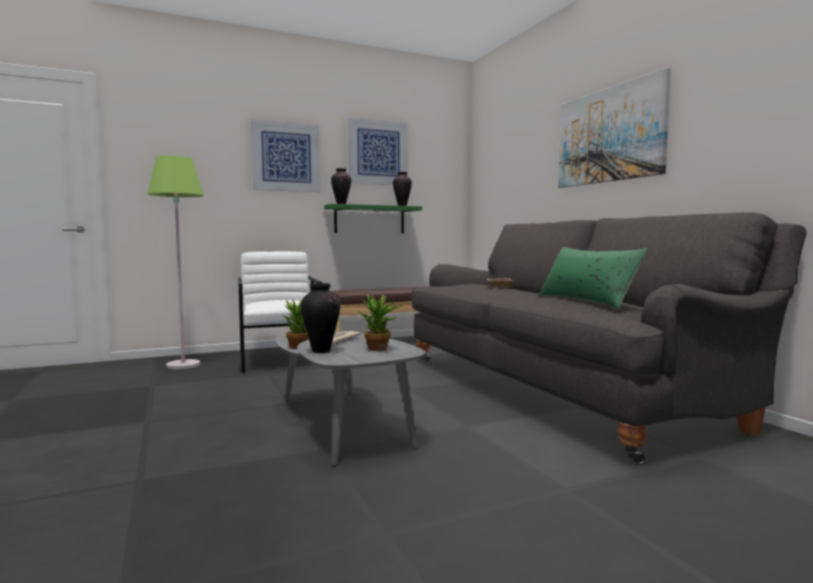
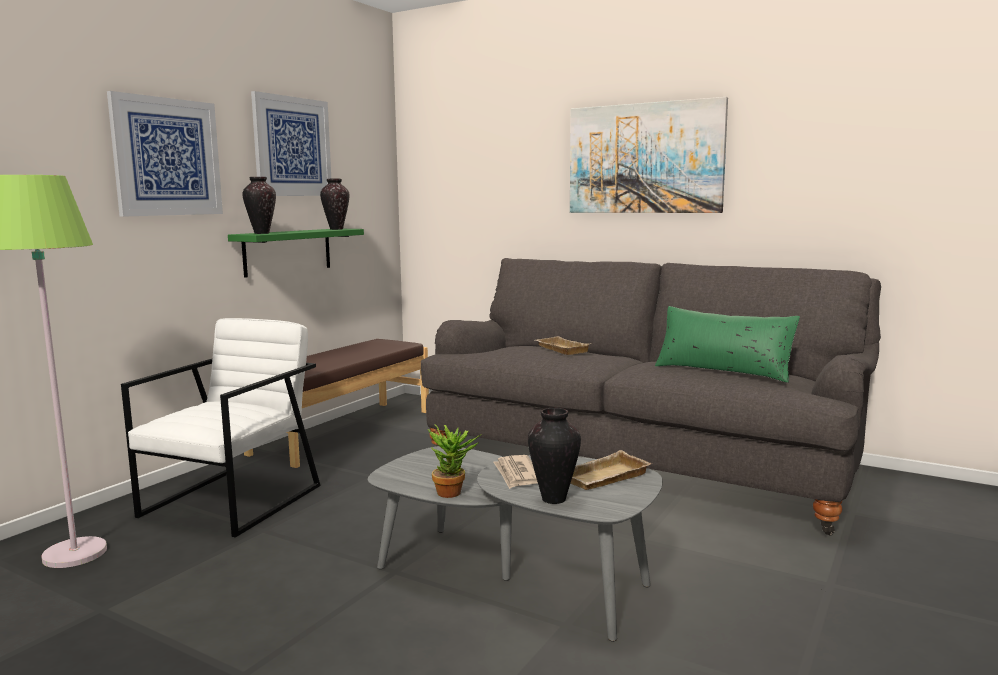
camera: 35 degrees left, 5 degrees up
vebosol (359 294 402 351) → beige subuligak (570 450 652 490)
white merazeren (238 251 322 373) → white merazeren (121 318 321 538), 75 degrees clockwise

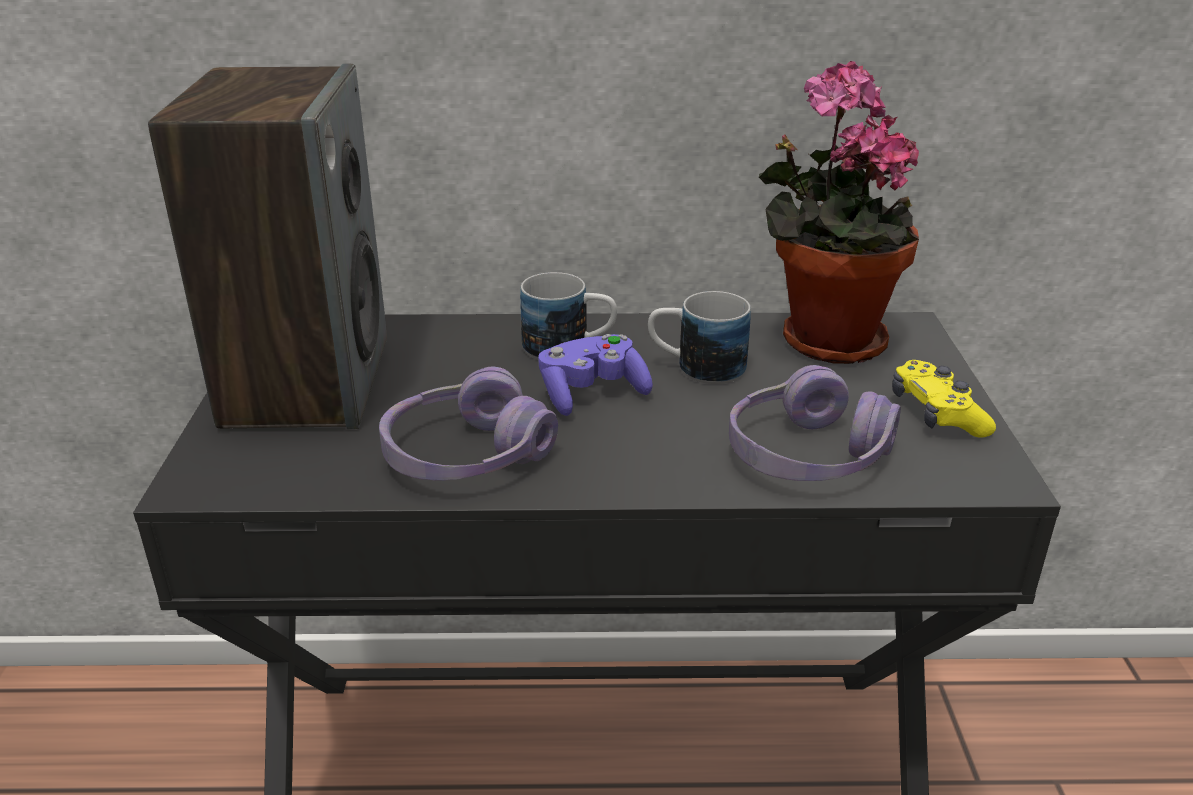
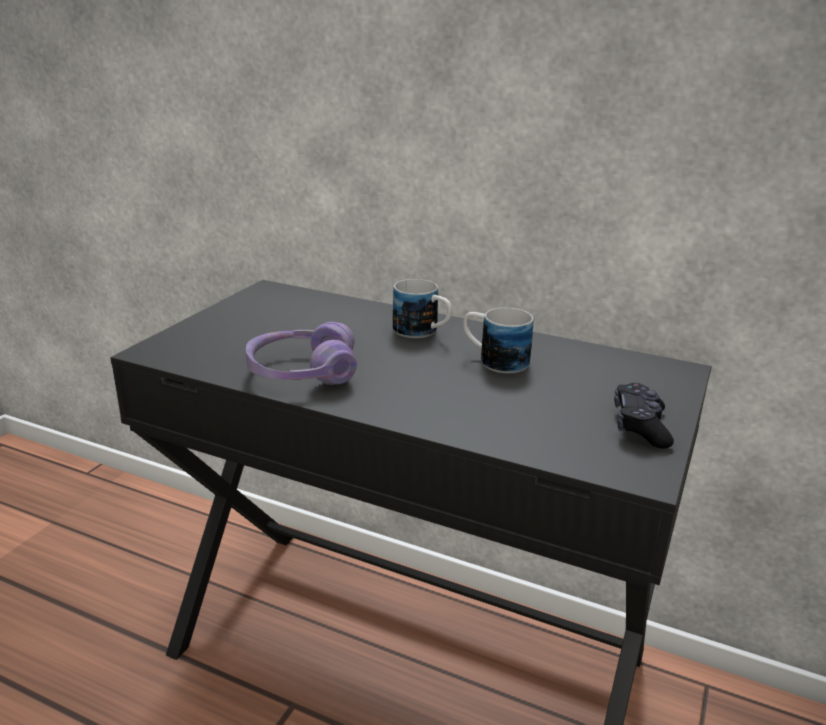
camera: 25 degrees right, 5 degrees down
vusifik (148 64 387 430) → -
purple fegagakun (538 334 653 416) → -
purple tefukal (729 365 901 481) → -
vebosol (759 61 919 364) → -
yellow fegagakun (892 360 996 438) → black fegagakun (614 383 674 449)

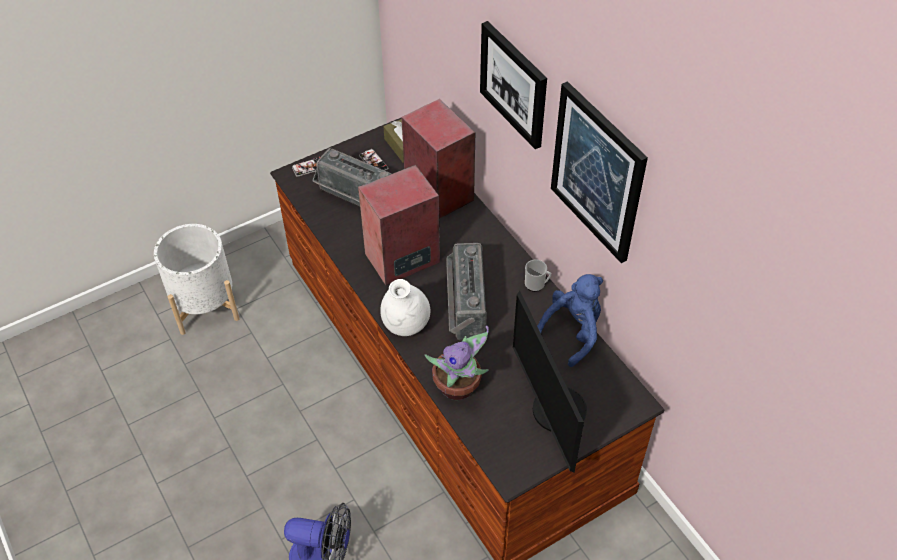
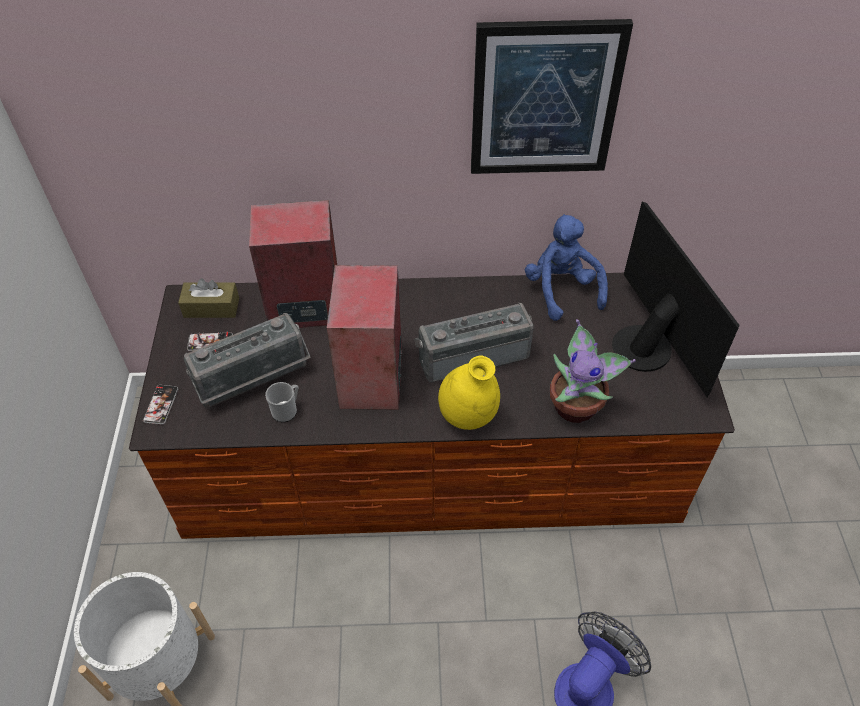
camera: 60 degrees left, 0 degrees up
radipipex (480 21 547 149) → -
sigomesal (525 260 552 292) → sigomesal (265 382 298 422), move
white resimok (380 279 430 336) → yellow resimok (438 355 500 430)
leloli (446 243 487 340) → leloli (414 303 534 383), 135 degrees clockwise
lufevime (513 291 587 473) → lufevime (612 201 740 397), 120 degrees counterclockwise

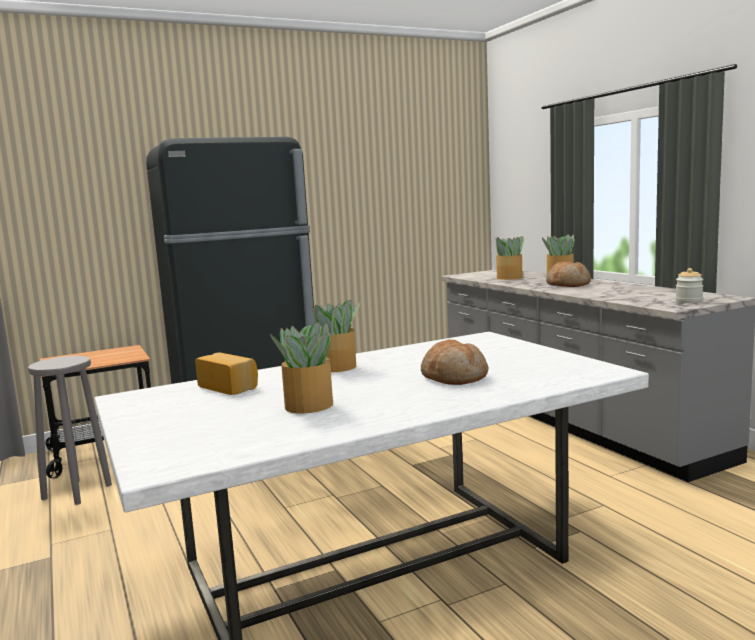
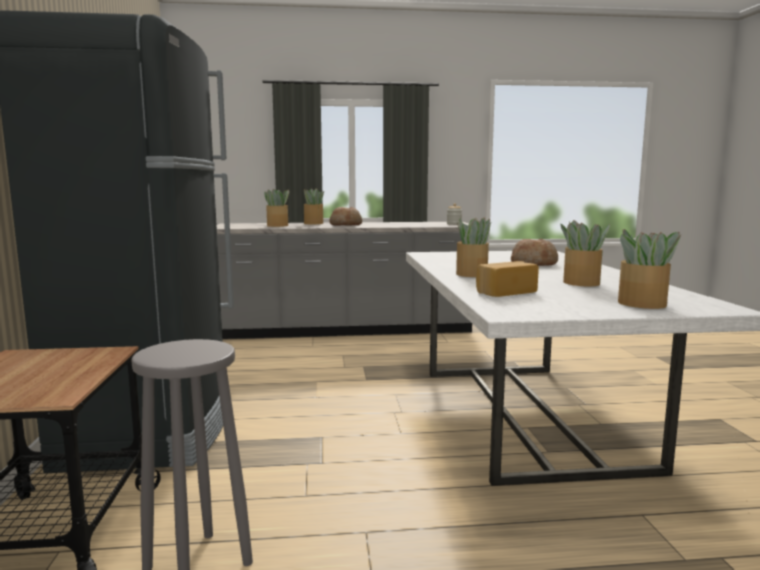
camera: 70 degrees left, 0 degrees up
- → vebosol (618 229 682 309)

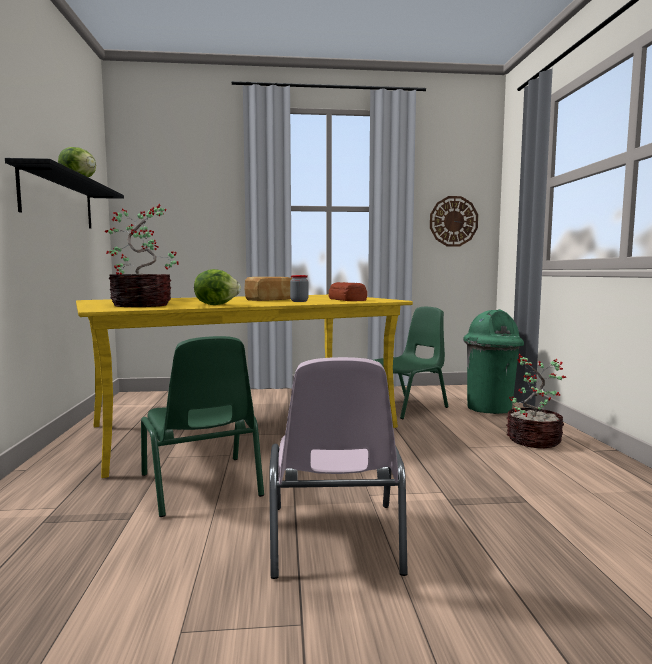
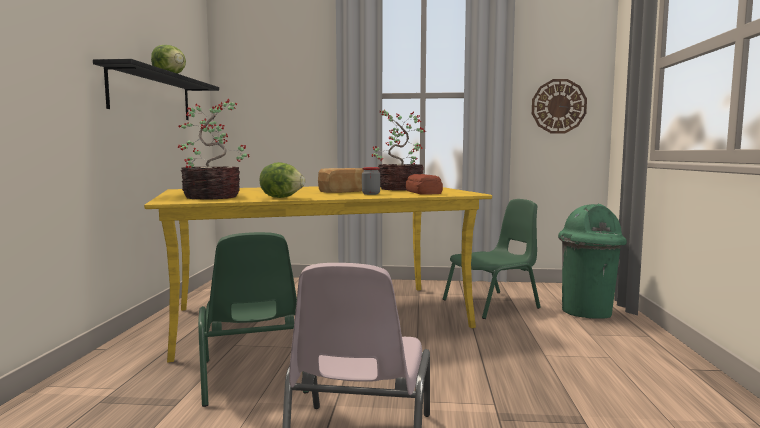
camera: 10 degrees right, 0 degrees up
vebosol (506 354 566 448) → vebosol (372 110 425 191), move

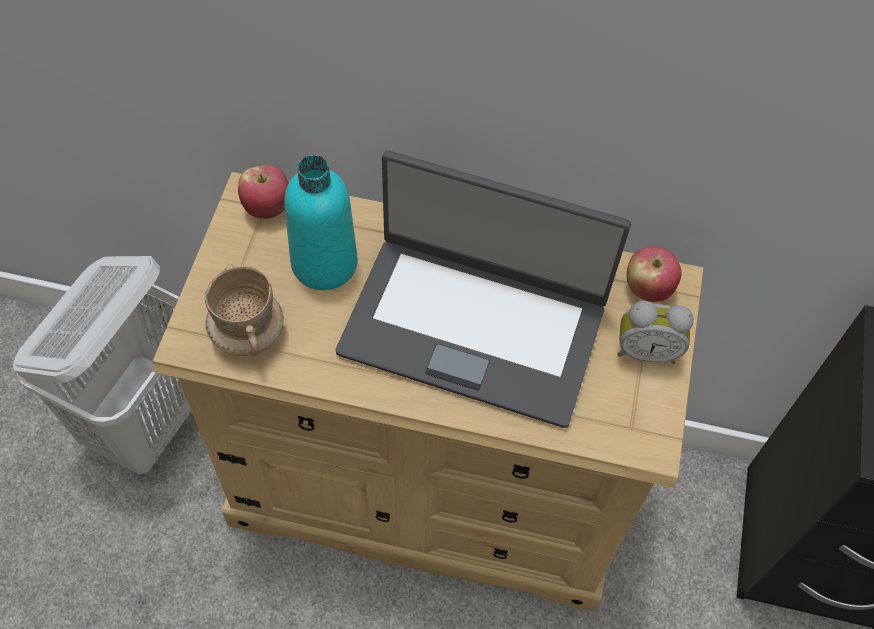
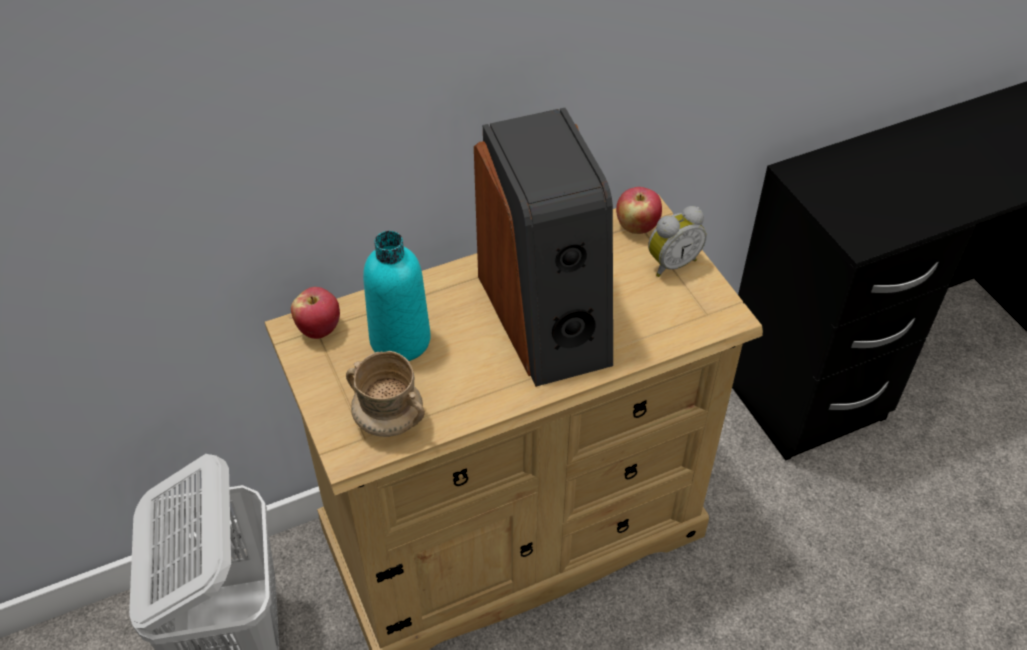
camera: 35 degrees left, 10 degrees down
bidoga (336 151 631 428) → vusifik (474 108 613 387)

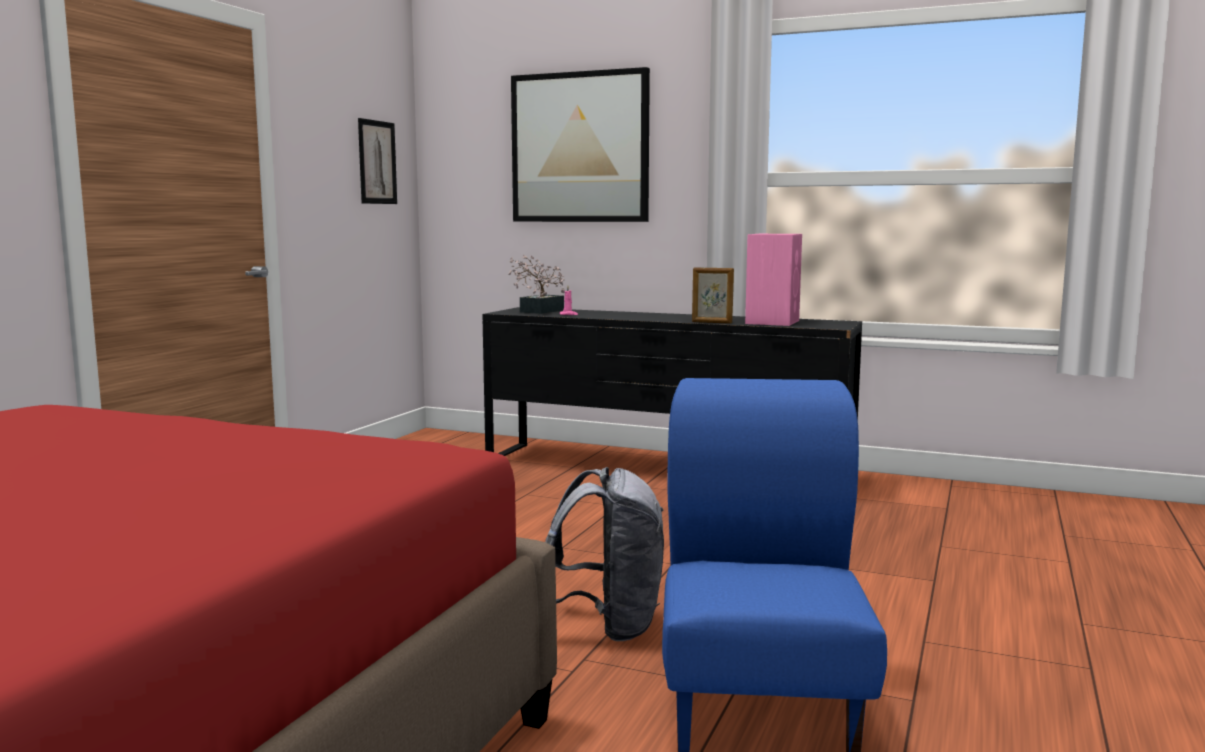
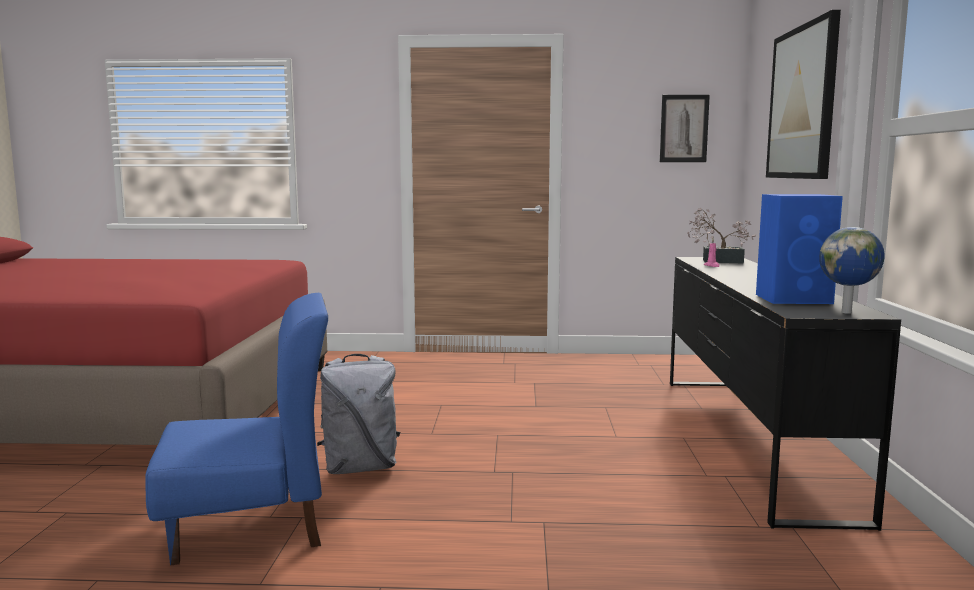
camera: 70 degrees right, 0 degrees up
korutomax (692 267 734 324) → -
- → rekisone (819 227 885 314)
pink vusifik (745 234 802 326) → blue vusifik (756 194 843 304)

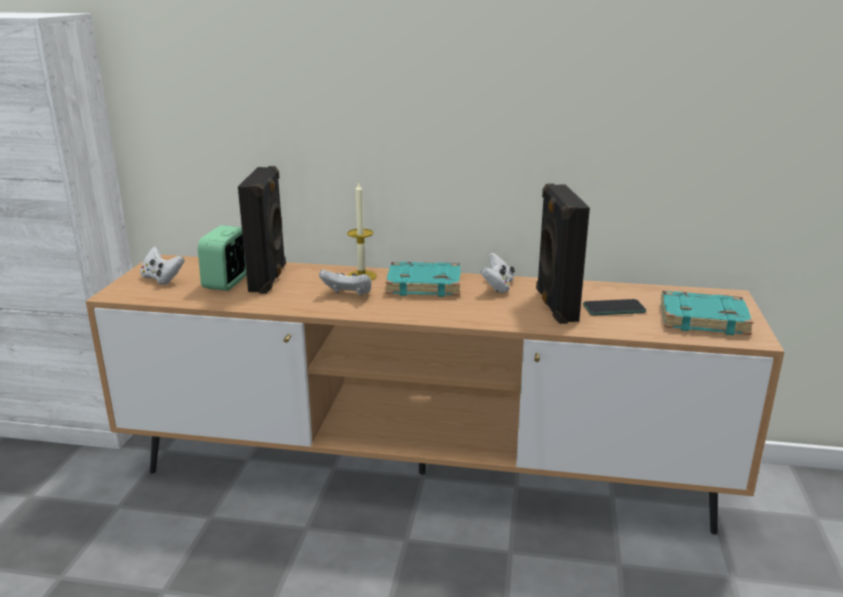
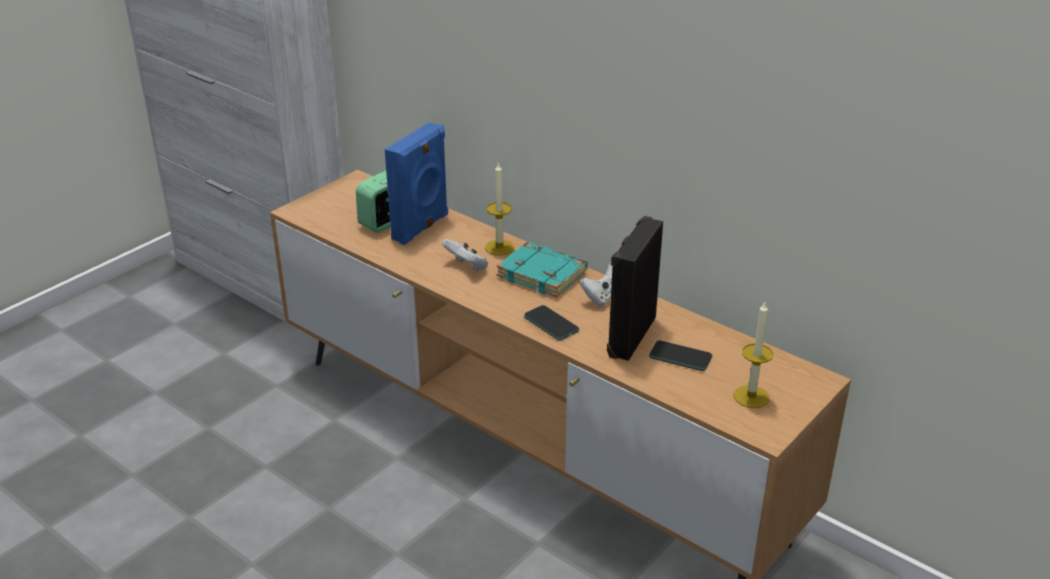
camera: 30 degrees right, 10 degrees up
white fegagakun (140 247 184 285) → -
- → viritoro (524 305 580 340)
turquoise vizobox (661 291 754 335) → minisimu (734 302 773 408)
black vusifik (238 166 286 294) → blue vusifik (385 122 448 245)

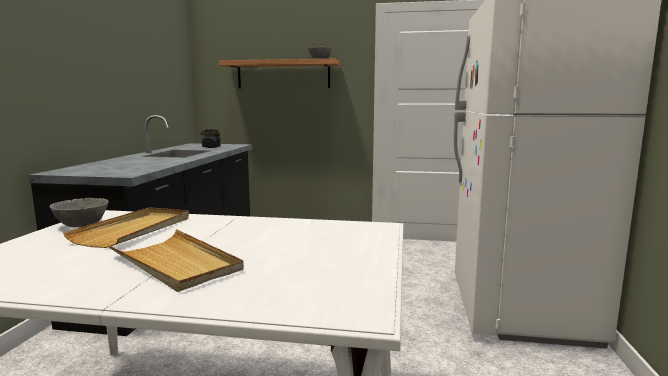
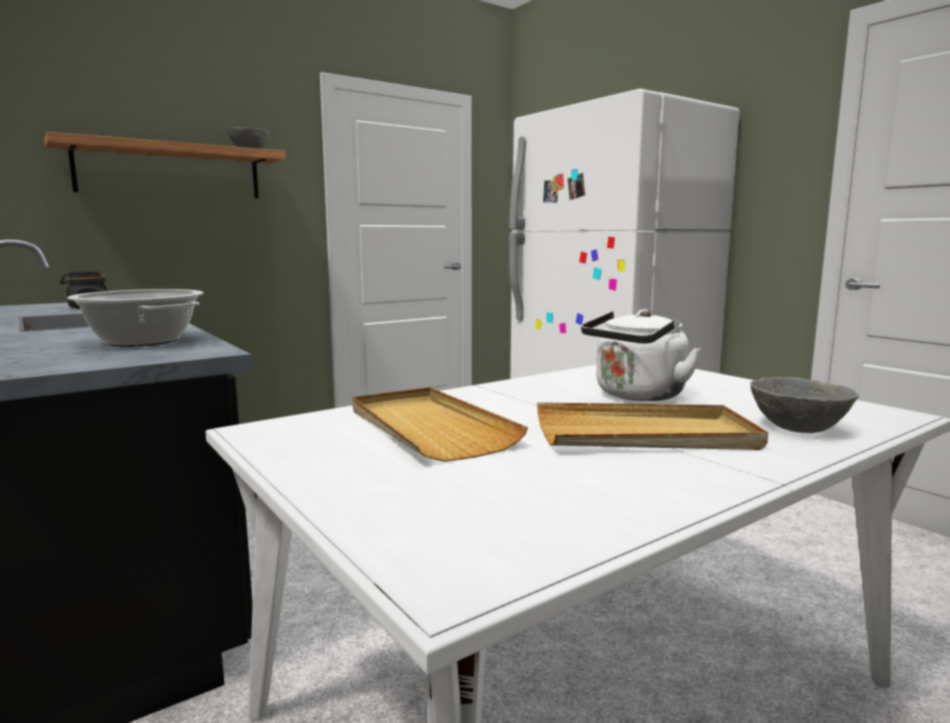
camera: 45 degrees left, 0 degrees up
- → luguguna (67 289 203 347)
- → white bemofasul (581 309 702 401)
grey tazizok (50 198 109 227) → grey tazizok (750 377 859 433), move

